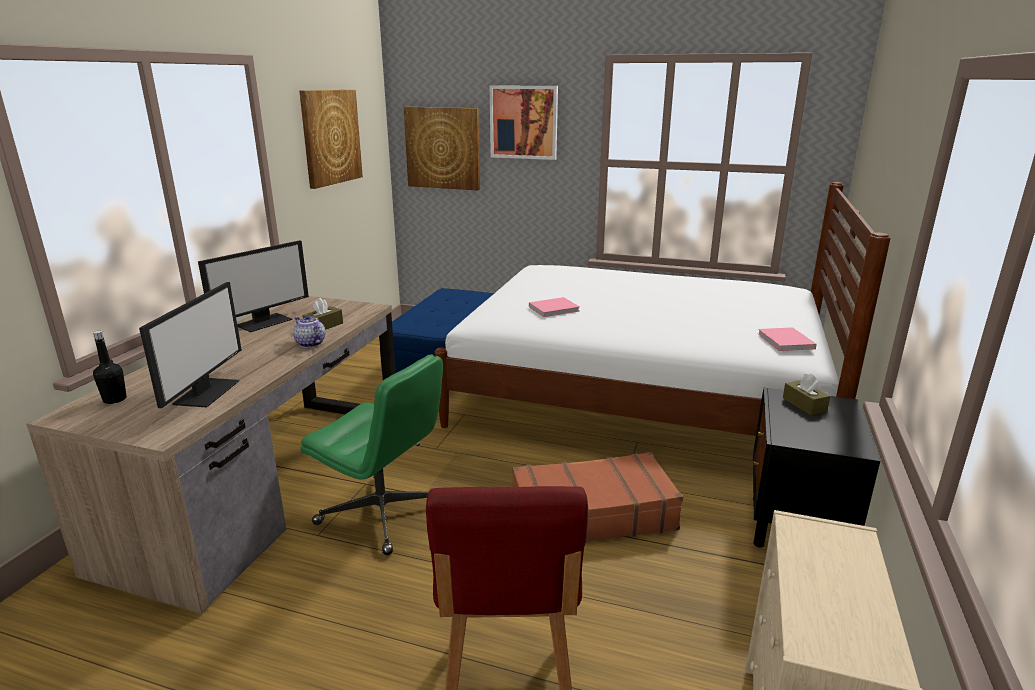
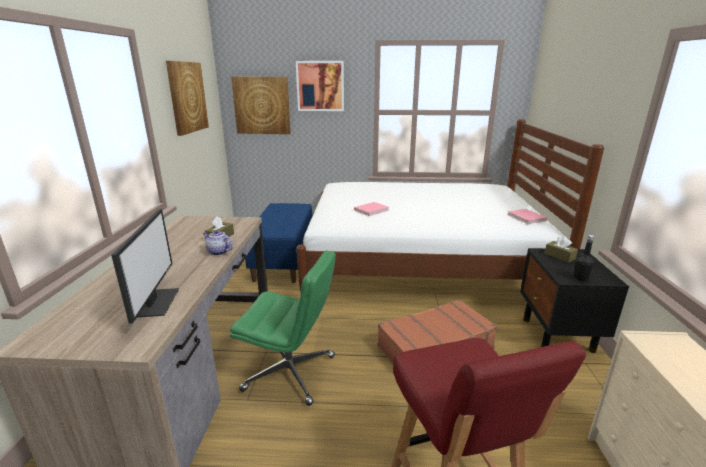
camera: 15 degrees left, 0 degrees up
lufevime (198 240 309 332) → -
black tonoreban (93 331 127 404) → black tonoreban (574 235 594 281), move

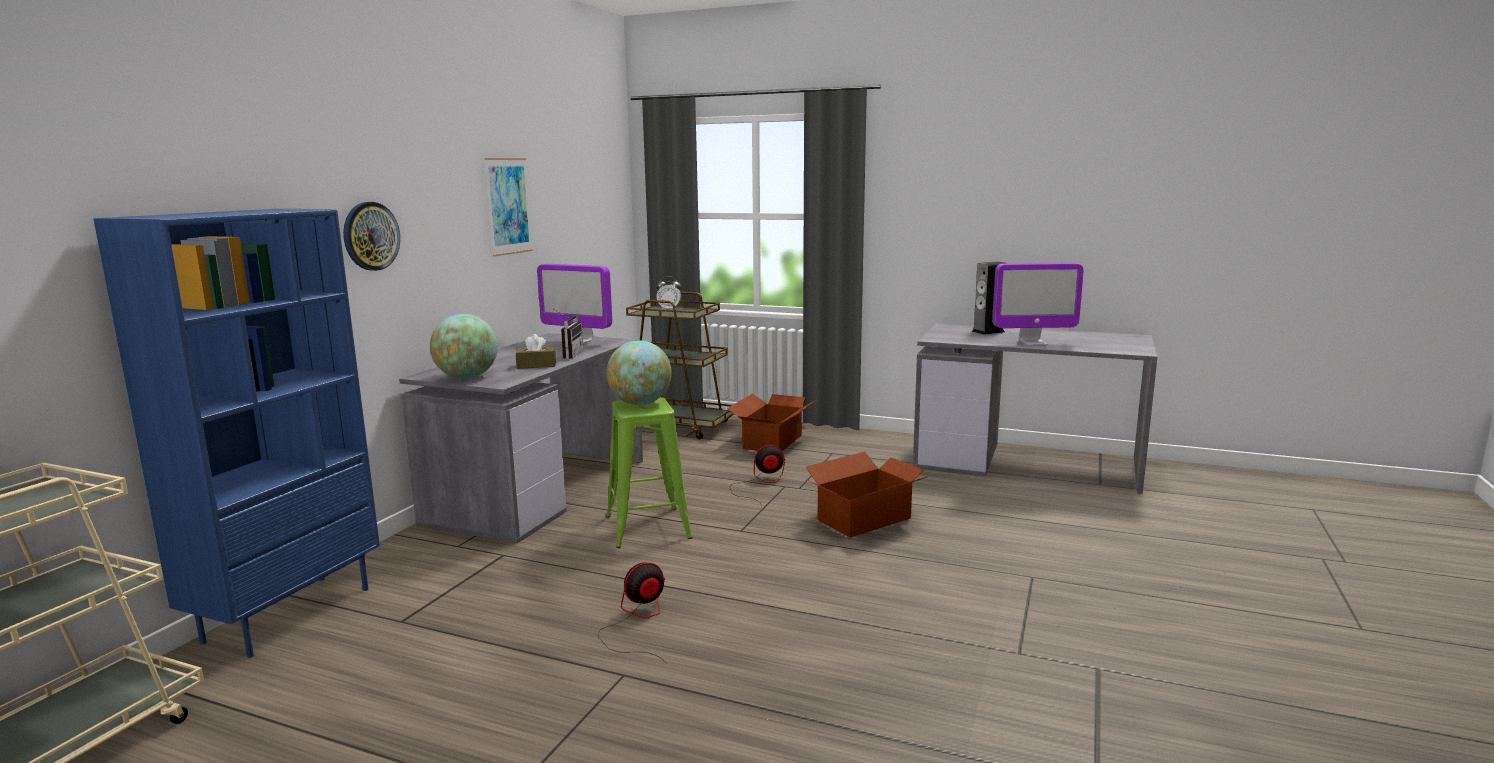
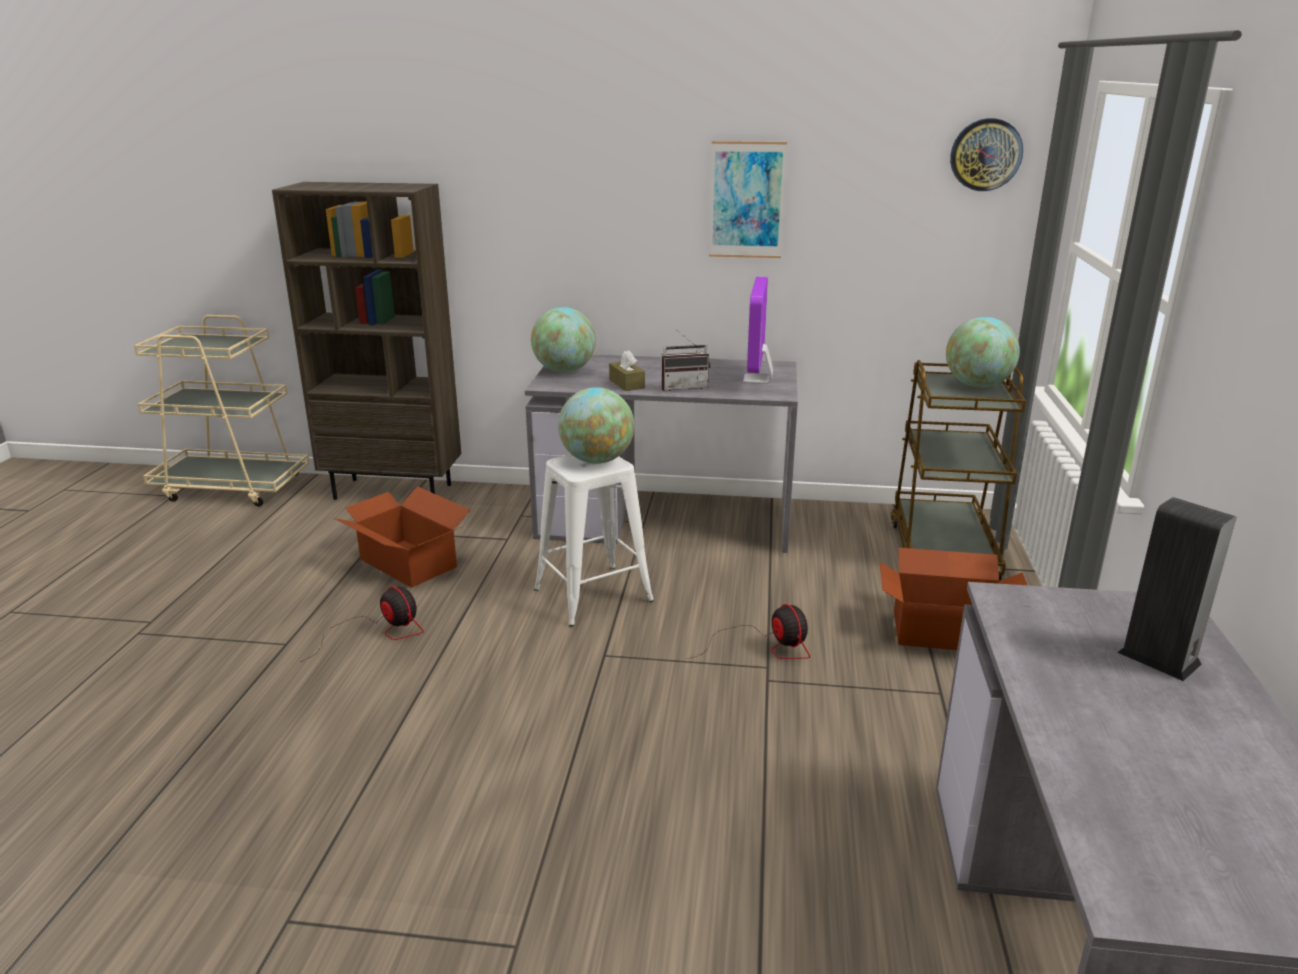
camera: 75 degrees right, 10 degrees up
lufevime (992 263 1083 346) → -
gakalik (343 202 400 271) → gakalik (950 118 1023 191), move
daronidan (805 452 927 538) → daronidan (334 486 470 588), move
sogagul (656 276 681 310) → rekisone (946 317 1020 388)
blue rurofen (93 209 380 658) → brown rurofen (272 182 461 500)
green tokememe (606 397 693 548) → white tokememe (534 455 654 627)

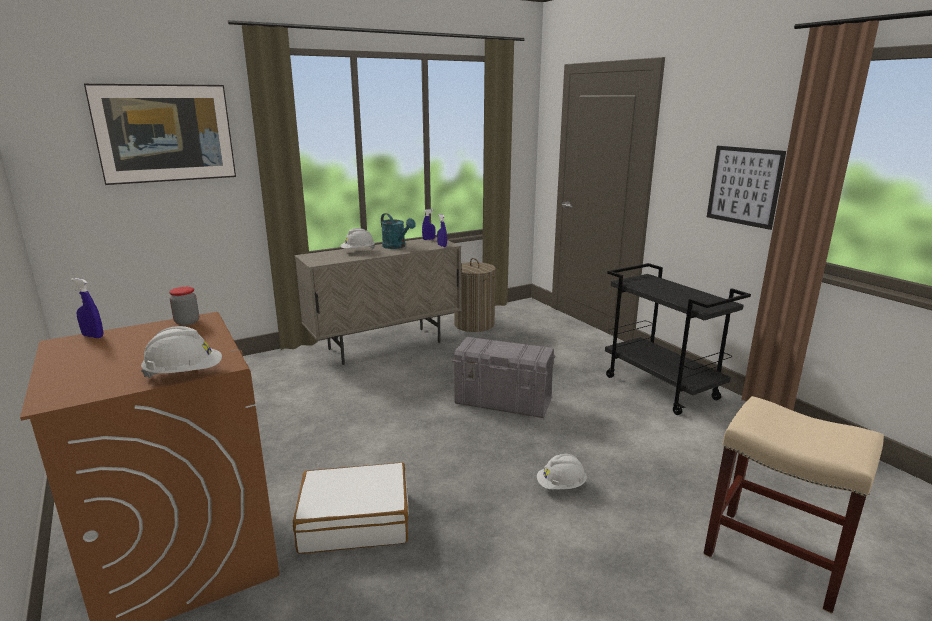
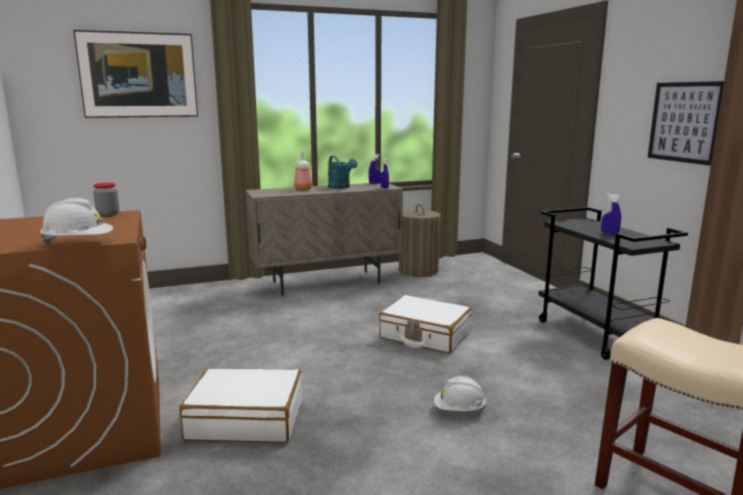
camera: 10 degrees right, 5 degrees down
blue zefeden (71 278 103 338) → blue zefeden (601 194 621 235), move
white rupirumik (341 228 375 250) → tonoreban (294 151 312 190)
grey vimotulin (452 337 556 418) → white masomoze (379 295 472 354)

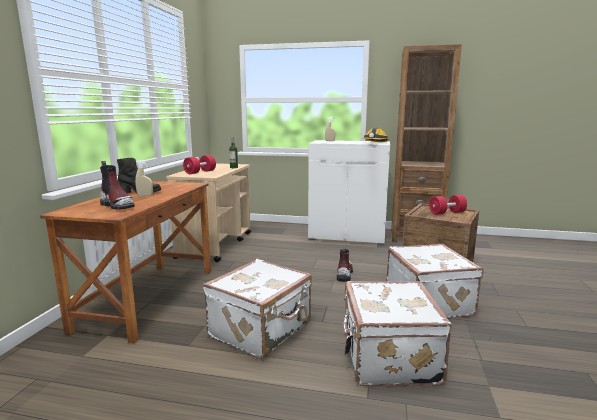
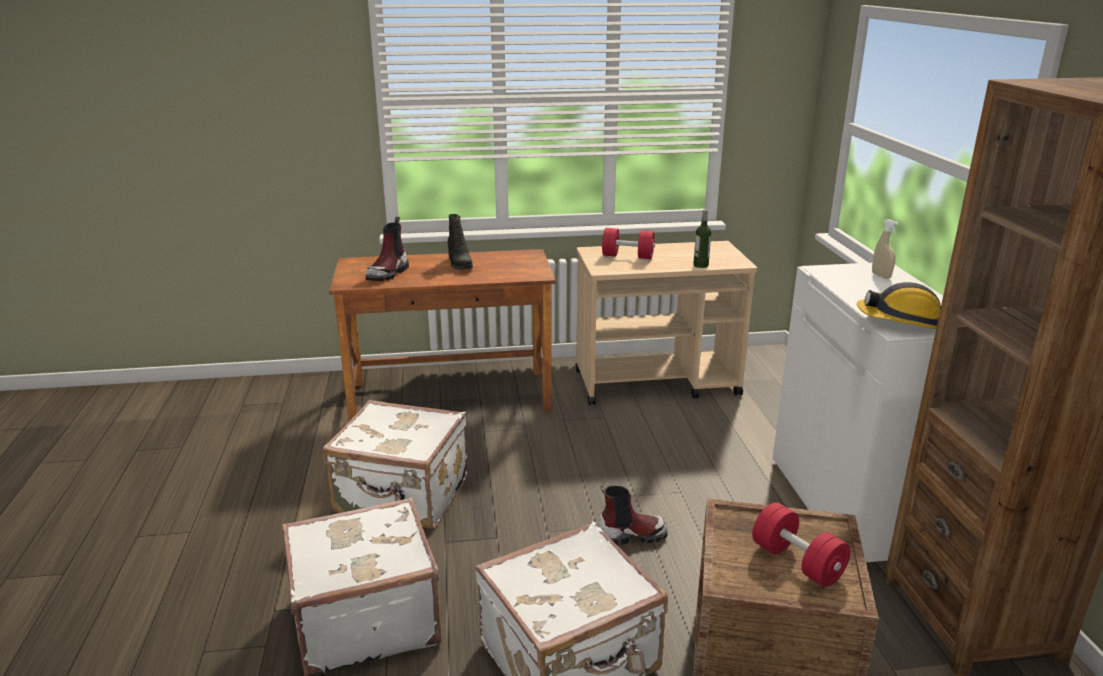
camera: 70 degrees right, 10 degrees up
beige zefeden (135 160 153 196) → -

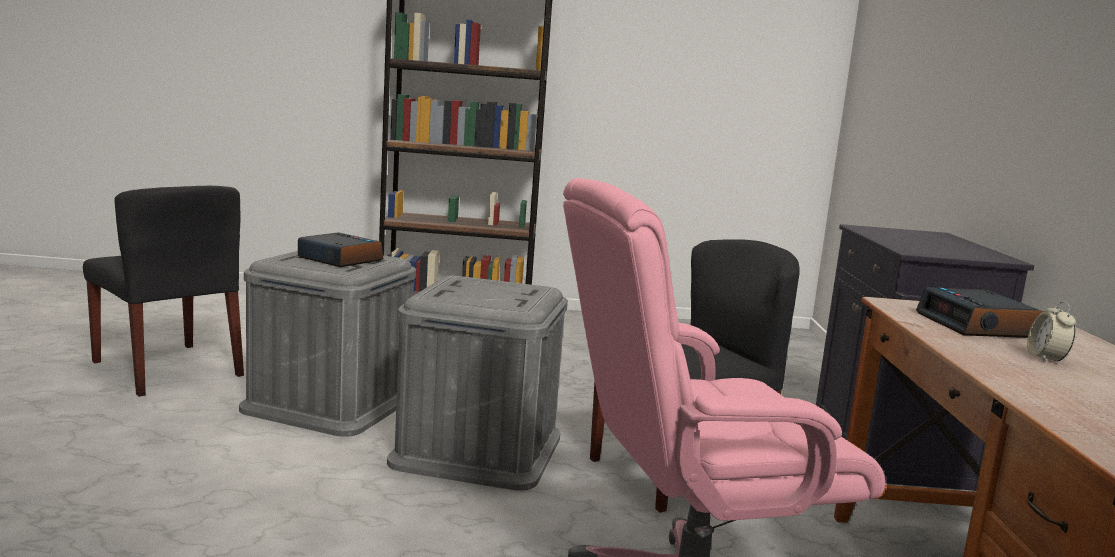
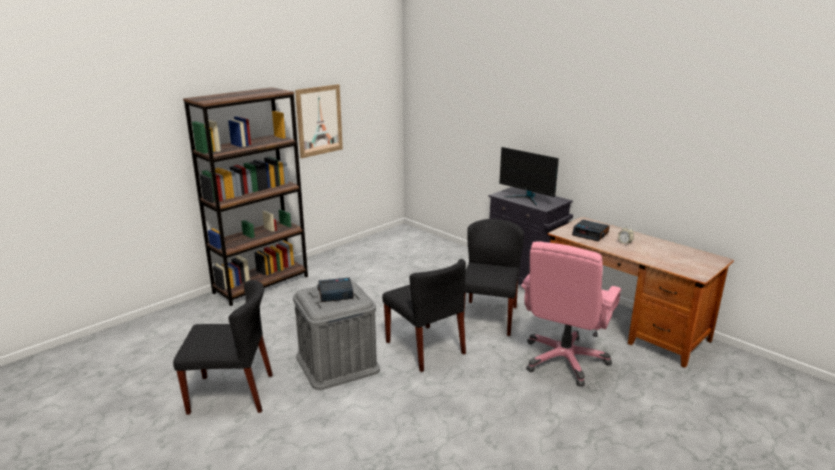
camera: 45 degrees left, 10 degrees up
- → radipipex (295 84 343 158)
- → lufevime (499 147 559 206)
grey vimotulin (387 276 568 491) → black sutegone (382 259 466 372)

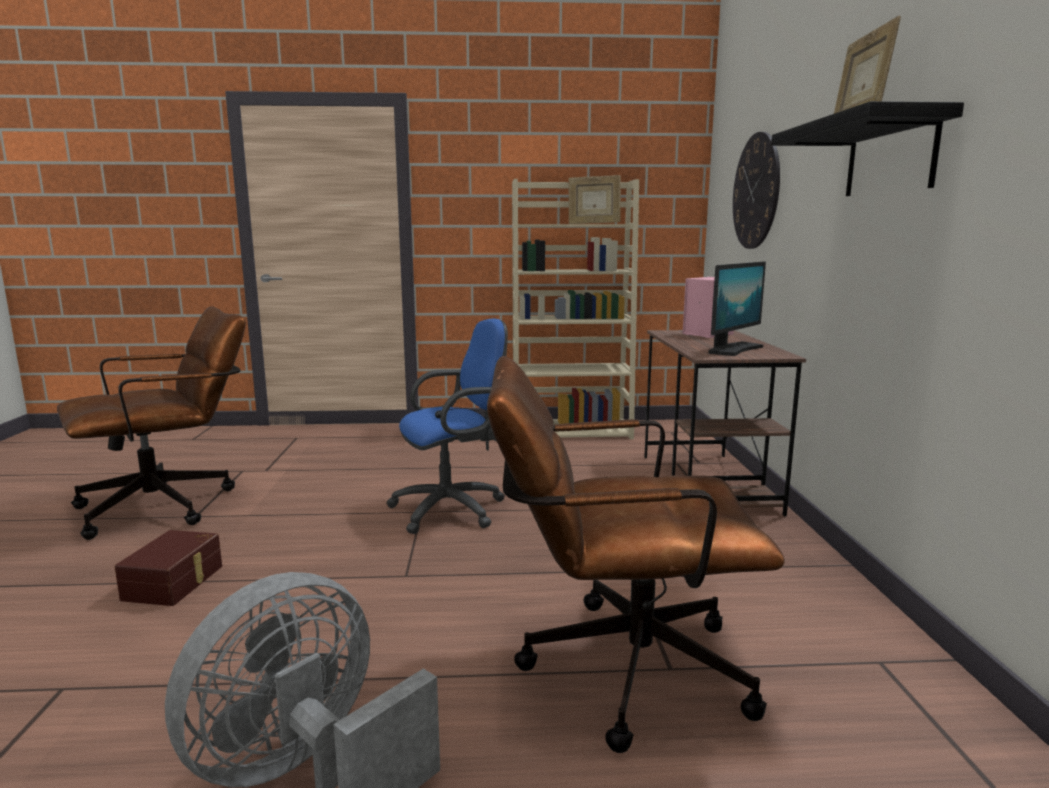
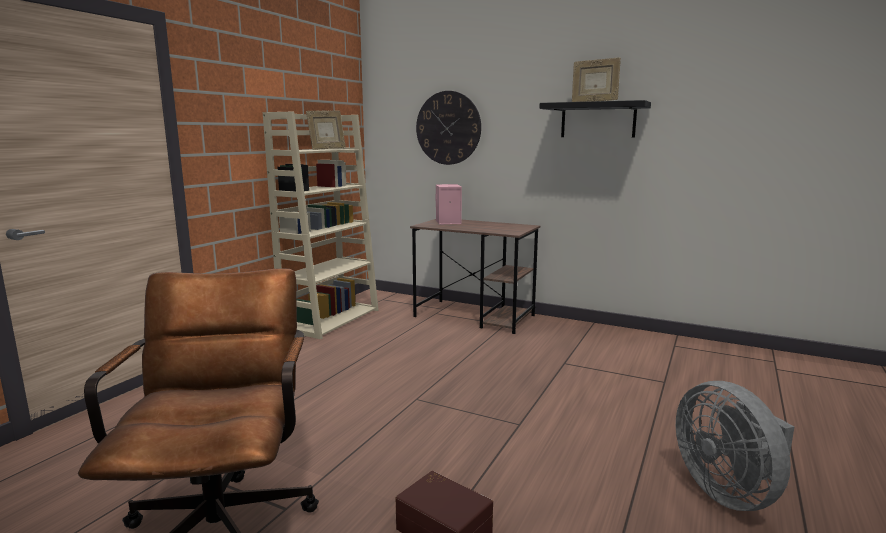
camera: 60 degrees left, 0 degrees up
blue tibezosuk (386 319 508 534) → -
brown tibezosuk (487 356 785 753) → -
lufevime (708 262 766 356) → -

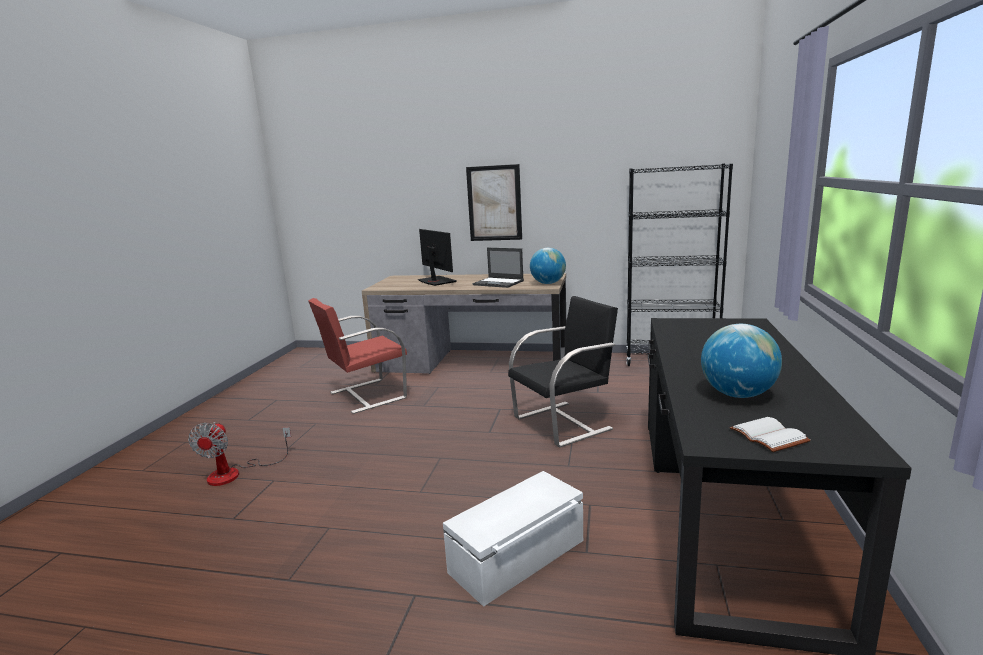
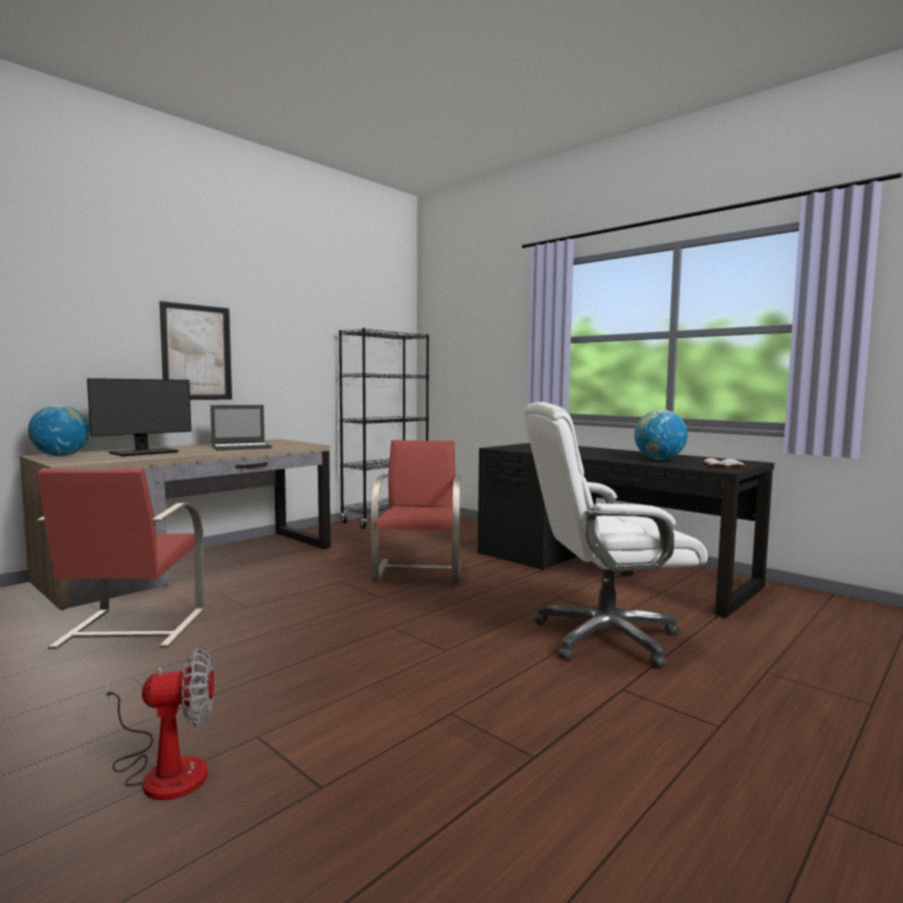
camera: 60 degrees left, 10 degrees down
rekisone (530 248 566 284) → rekisone (28 404 90 456), move
white vimotulin (443 471 583 607) → white tibezosuk (524 402 708 668)
black sutegone (508 296 618 447) → red sutegone (371 440 461 583)
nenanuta (188 422 291 486) → nenanuta (104 647 214 800), 45 degrees counterclockwise
lufevime (418 229 457 286) → lufevime (87 378 191 456), 135 degrees clockwise

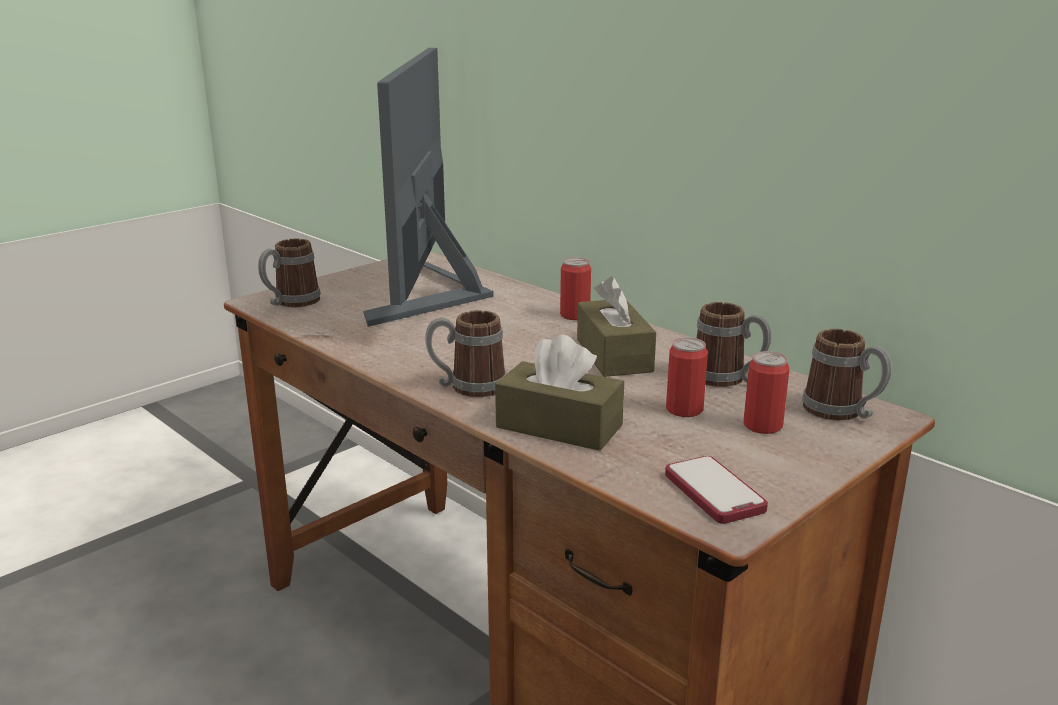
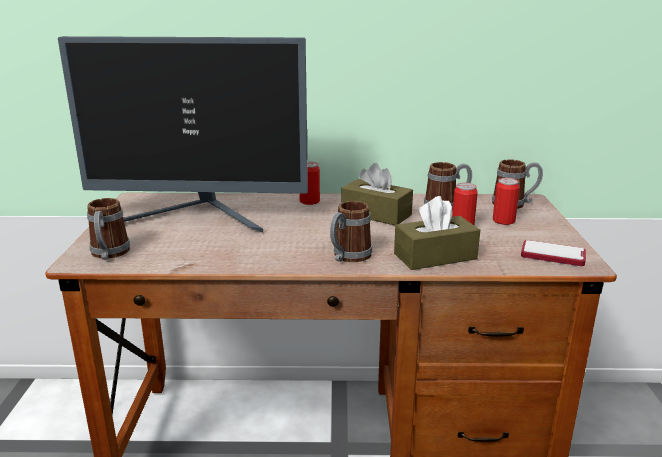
camera: 45 degrees left, 0 degrees up
lufevime (363 48 493 327) → lufevime (58 36 308 233), 45 degrees counterclockwise

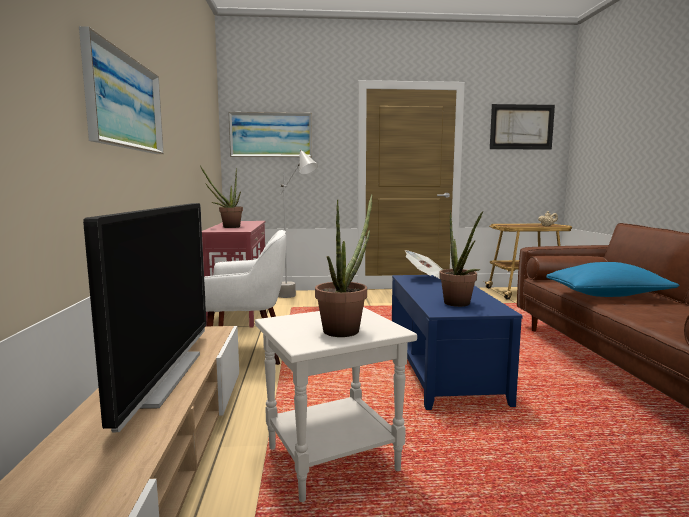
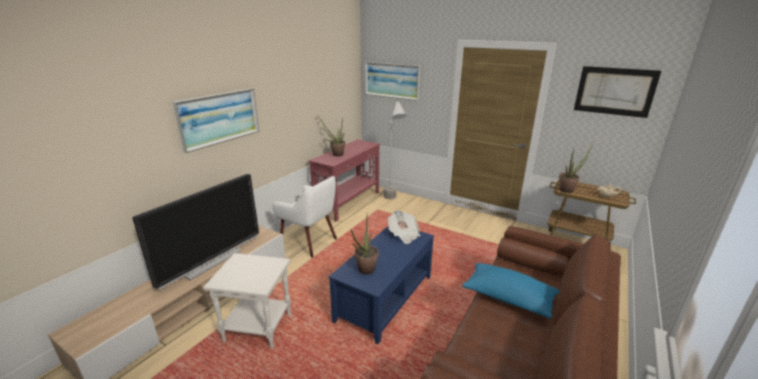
camera: 35 degrees right, 15 degrees up
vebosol (315 194 372 337) → vebosol (559 143 593 193), move

